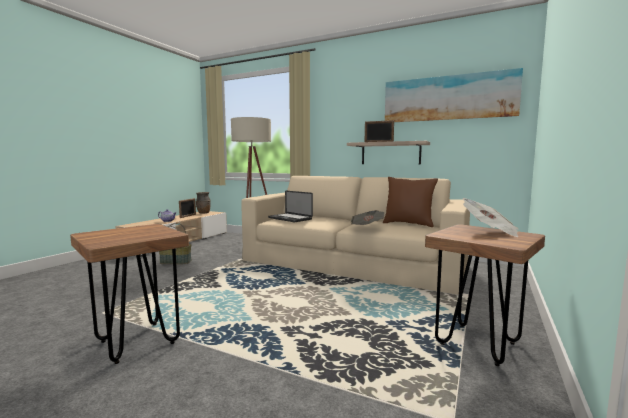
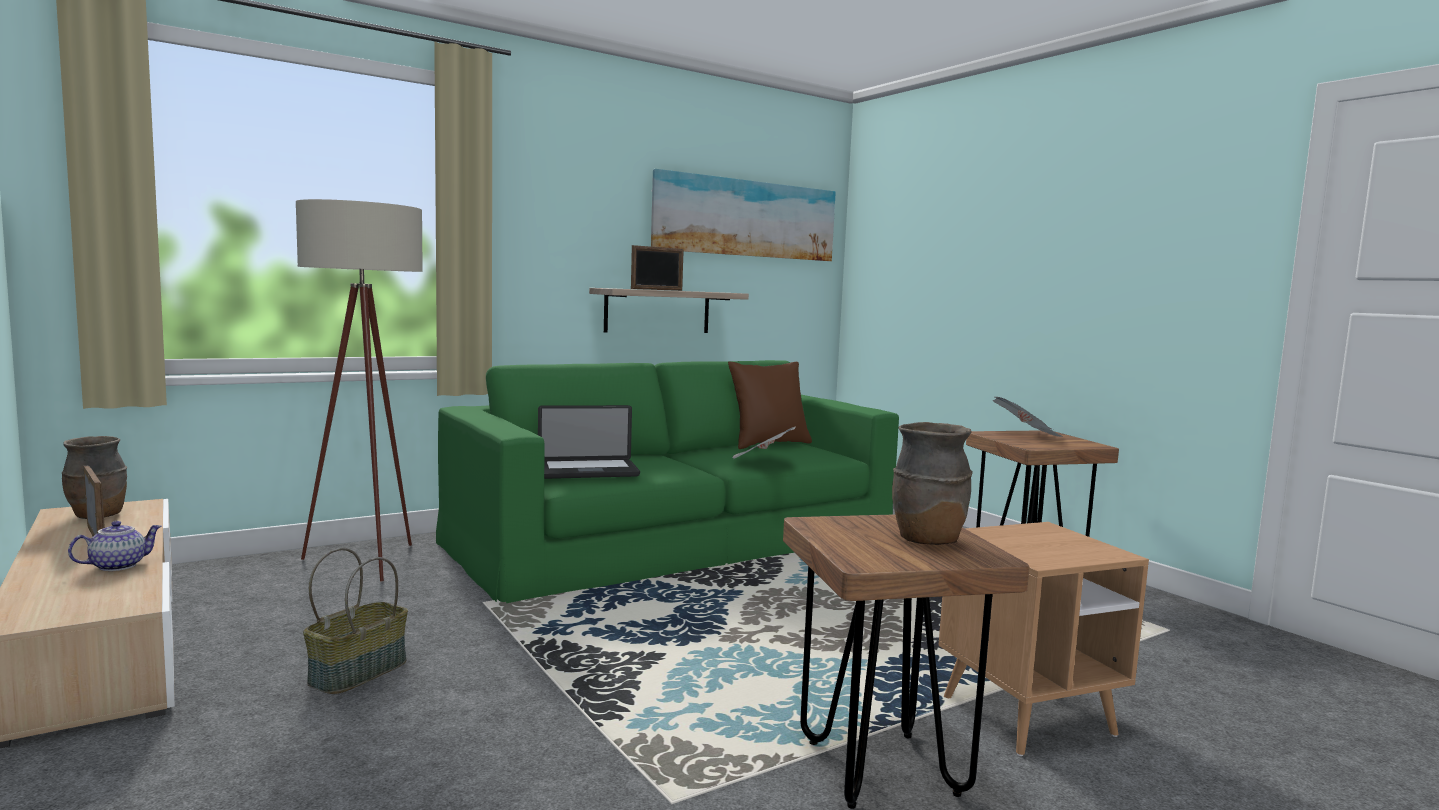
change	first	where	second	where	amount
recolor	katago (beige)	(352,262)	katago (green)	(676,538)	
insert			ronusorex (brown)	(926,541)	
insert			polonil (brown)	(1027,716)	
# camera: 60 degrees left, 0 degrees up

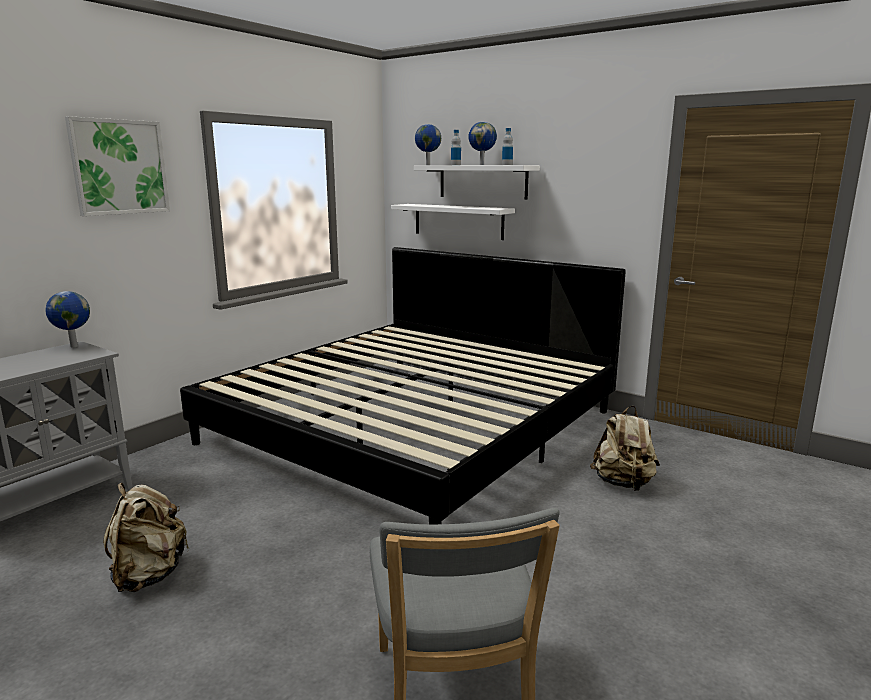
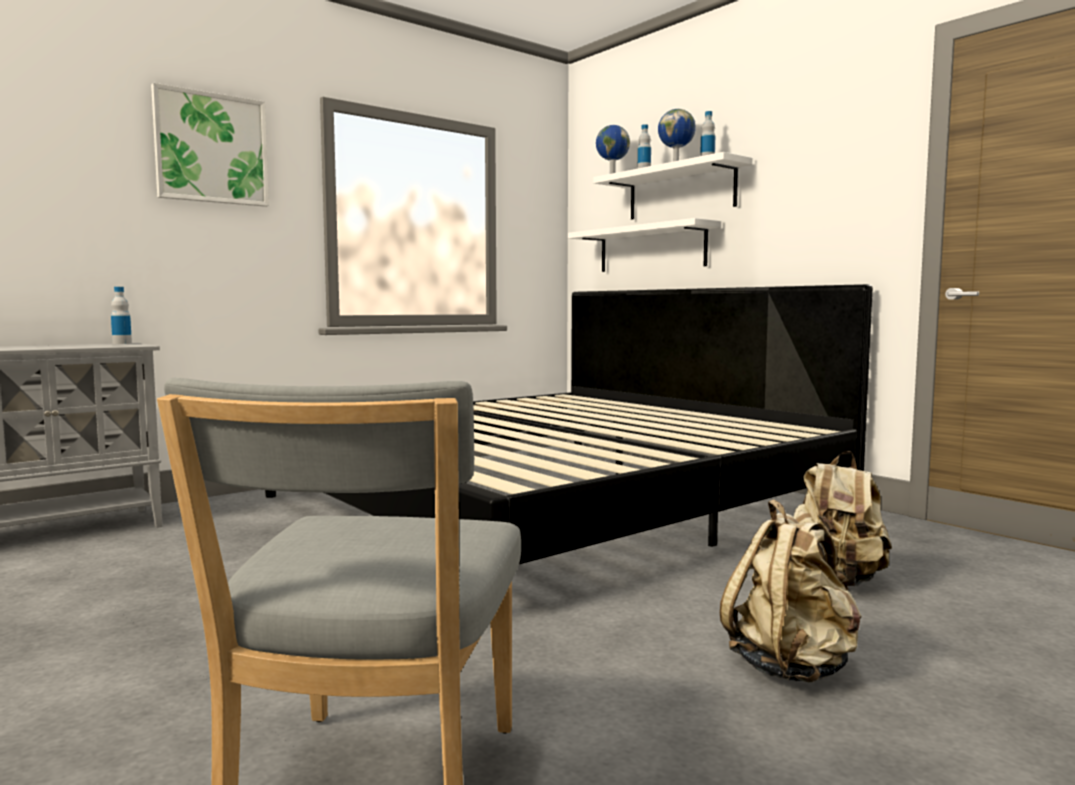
change	first	where	second	where	amount
replace	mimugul	(73,346)	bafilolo	(122,343)	
move	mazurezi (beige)	(149,575)		(791,667)	
# camera: 15 degrees right, 10 degrees down

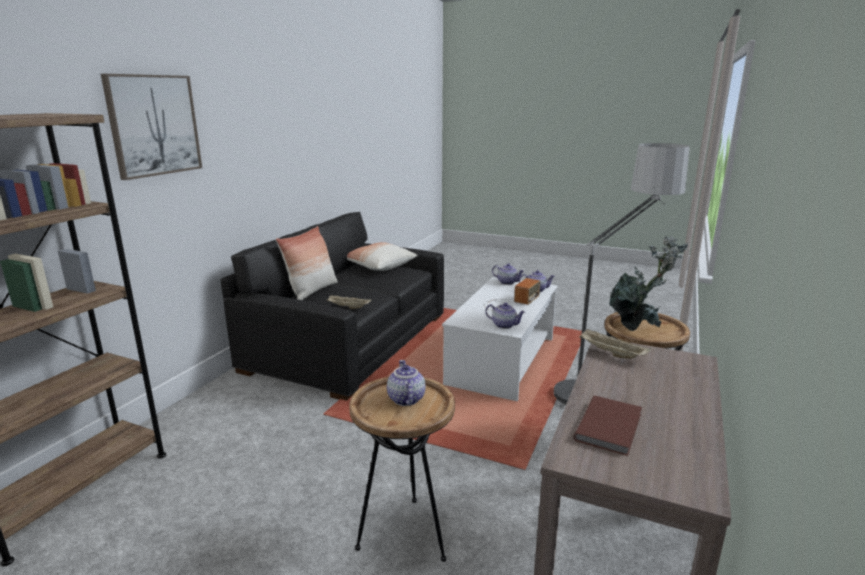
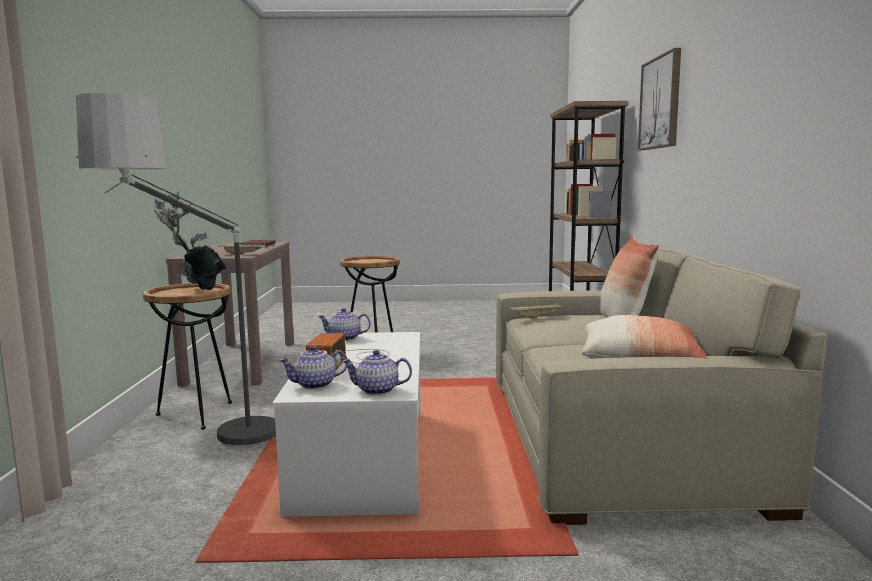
change	first	where	second	where	amount
recolor	katago (black)	(349,341)	katago (beige)	(617,439)	
delete	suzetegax	(405,399)			
# camera: 155 degrees right, 10 degrees down

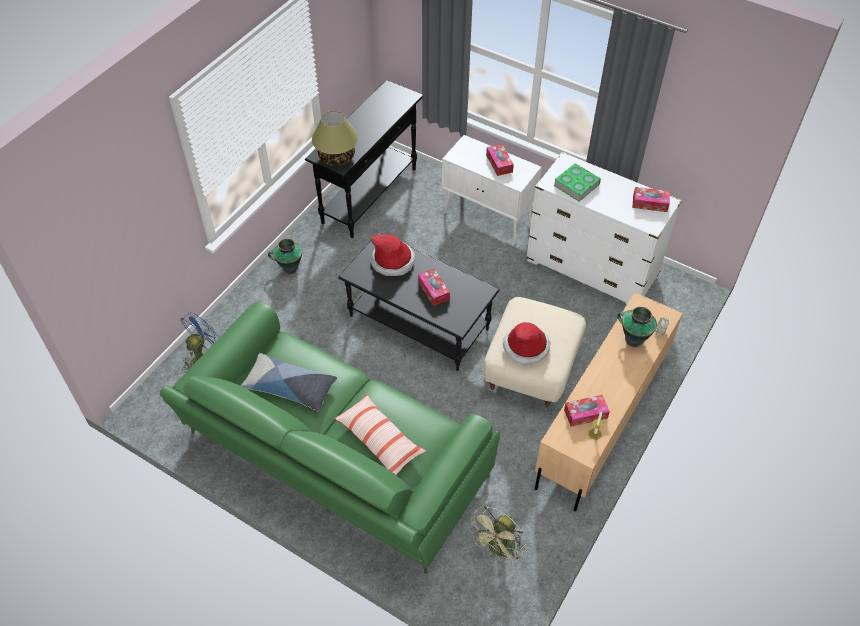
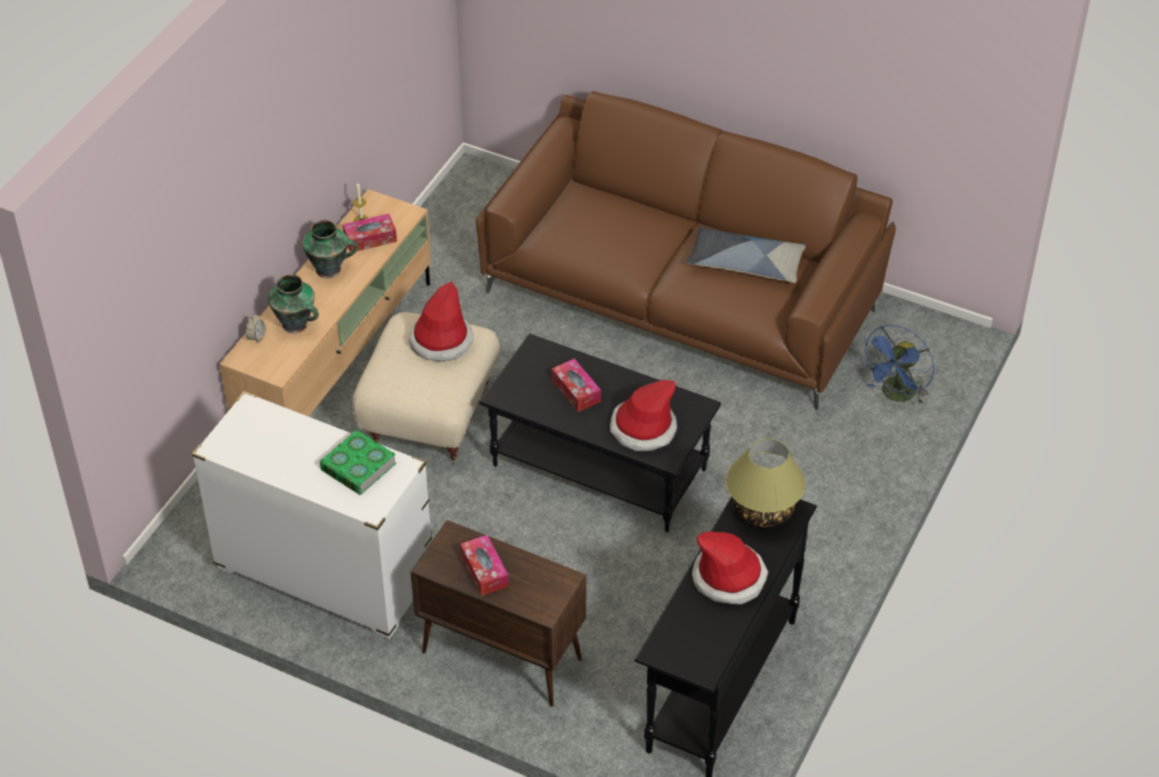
change	first	where	second	where	amount
recolor	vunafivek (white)	(488,218)	vunafivek (brown)	(500,655)	
delete	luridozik	(650,203)			
move	ronusorex	(289,268)		(330,270)	
recolor	katago (green)	(333,458)	katago (brown)	(684,297)	
delete	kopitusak	(379,440)			
delete	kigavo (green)	(498,550)			
insert			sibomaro	(729,577)	
# camera: 175 degrees right, 5 degrees down

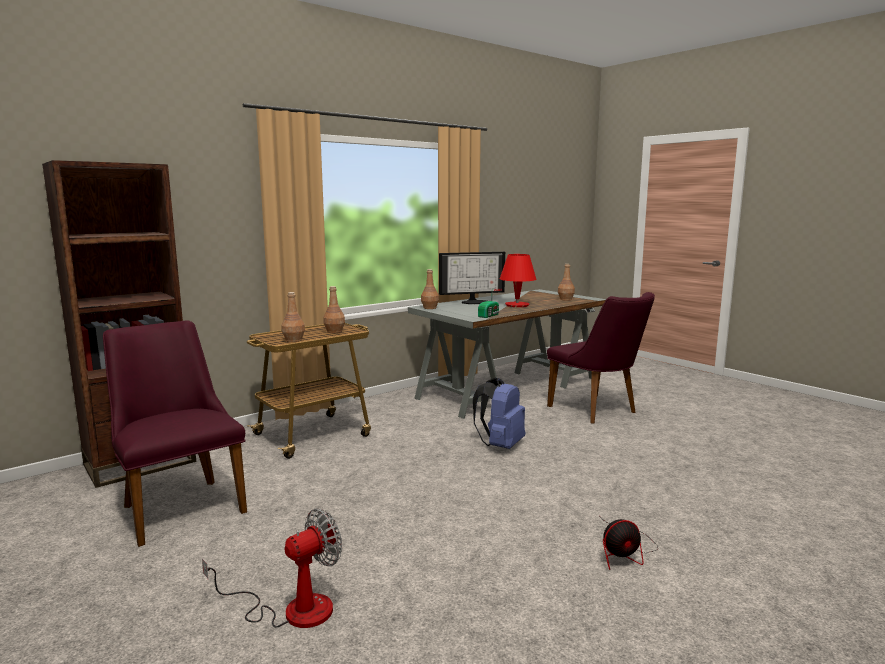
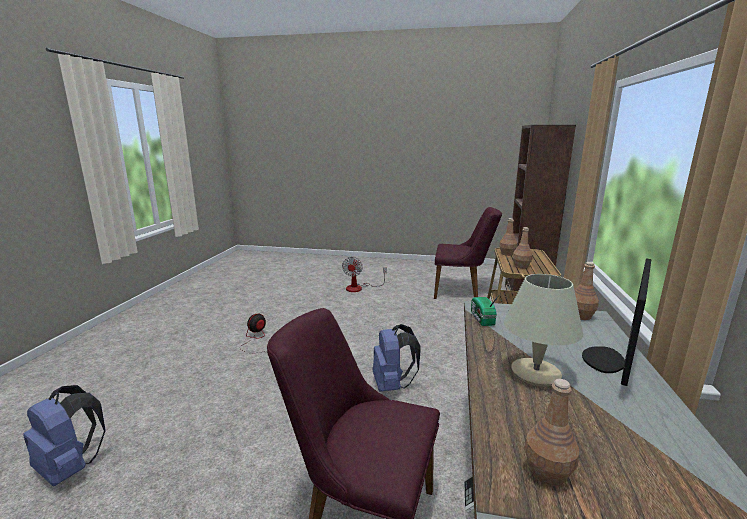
change	first	where	second	where	amount
recolor	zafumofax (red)	(517,305)	zafumofax (beige)	(535,373)	
insert			mazurezi (blue)	(71,468)	
# camera: 140 degrees right, 5 degrees up

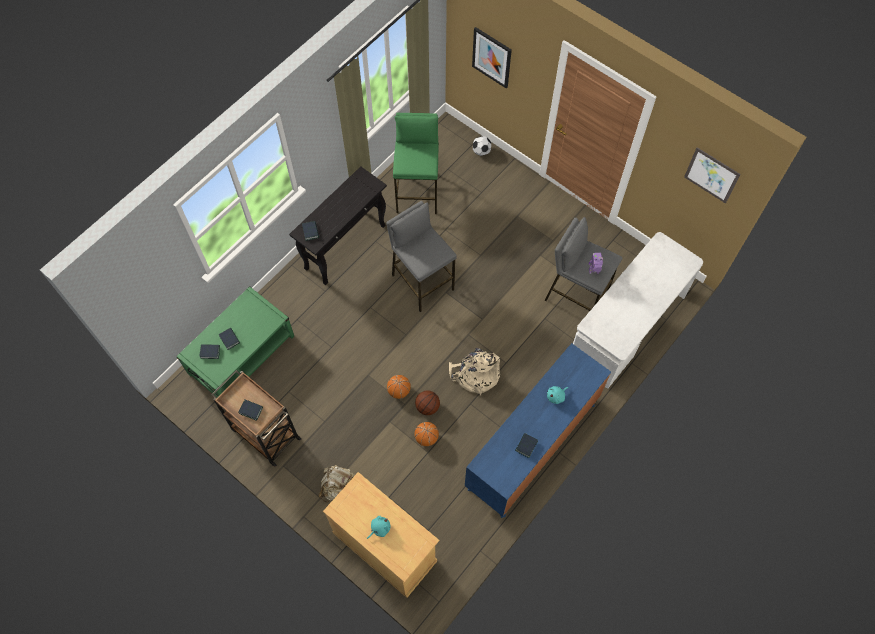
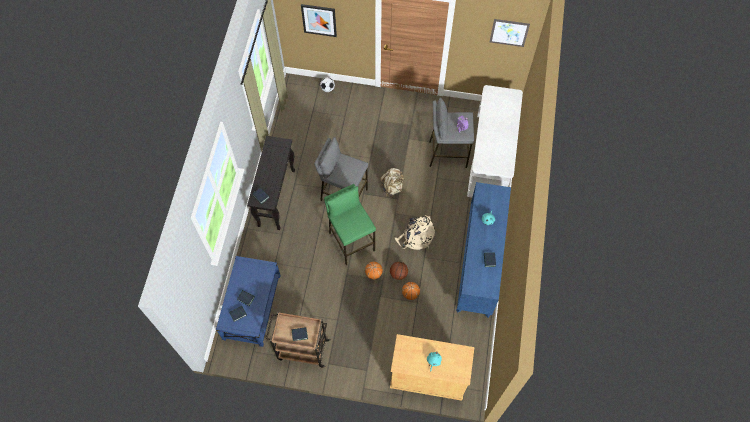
change	first	where	second	where	amount
move	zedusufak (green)	(418,193)		(351,241)	
recolor	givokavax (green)	(241,355)	givokavax (blue)	(252,307)	
move	mazurezi (beige)	(338,487)		(392,187)	
# camera: 30 degrees left, 0 degrees up

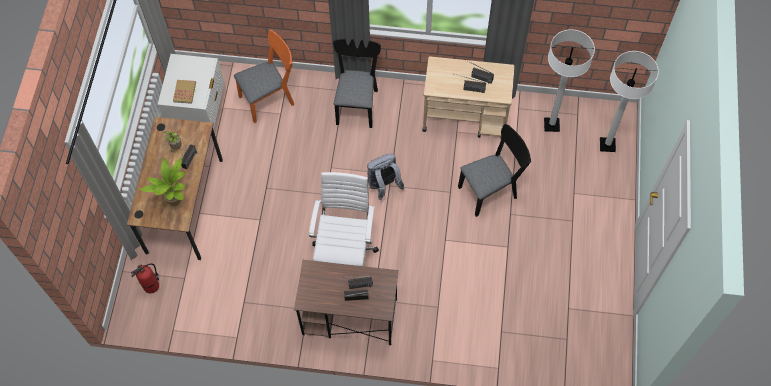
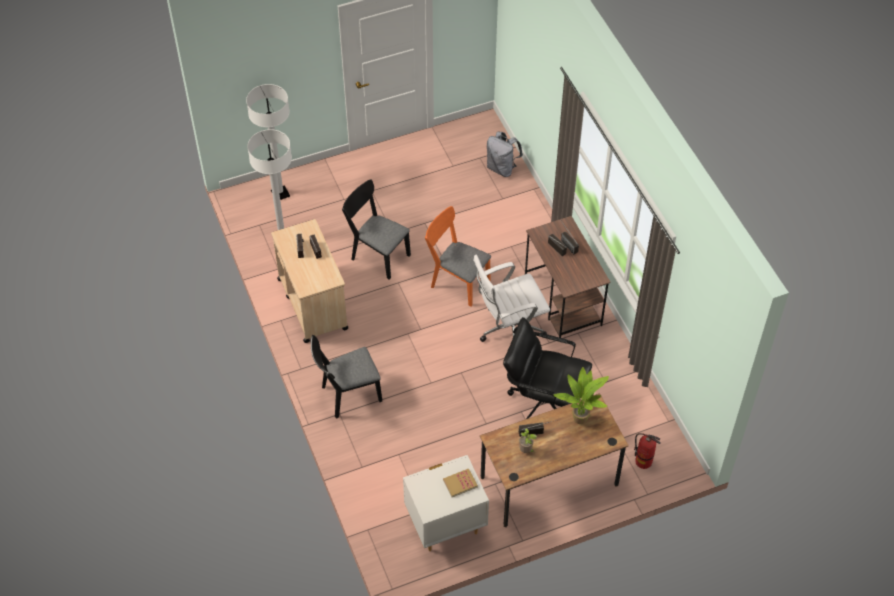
change	first	where	second	where	amount
move	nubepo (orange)	(270,98)		(456,281)	
move	mazurezi (grey)	(384,186)		(502,168)	
insert			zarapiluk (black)	(543,403)	
# camera: 120 degrees left, 10 degrees down

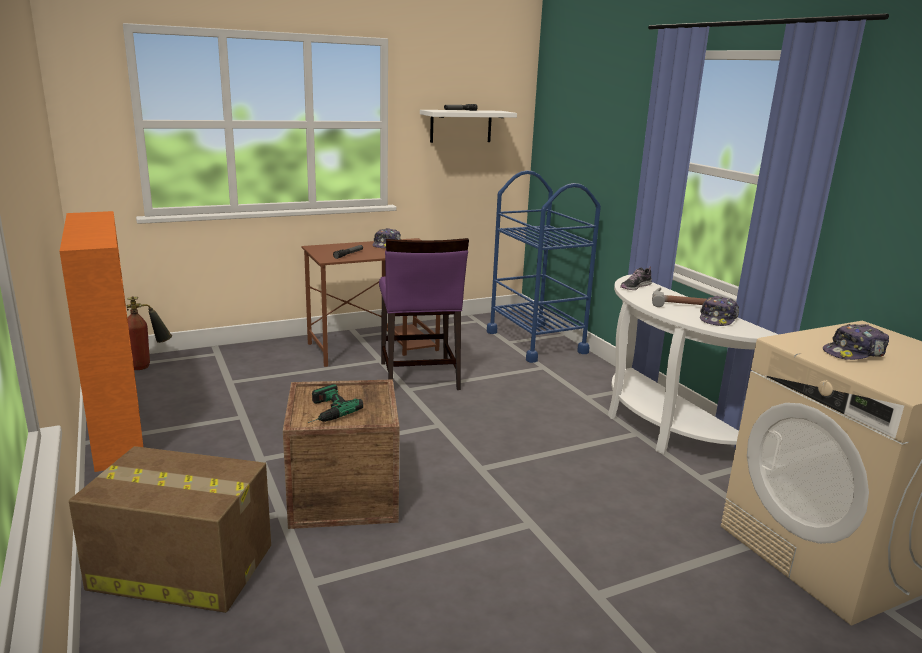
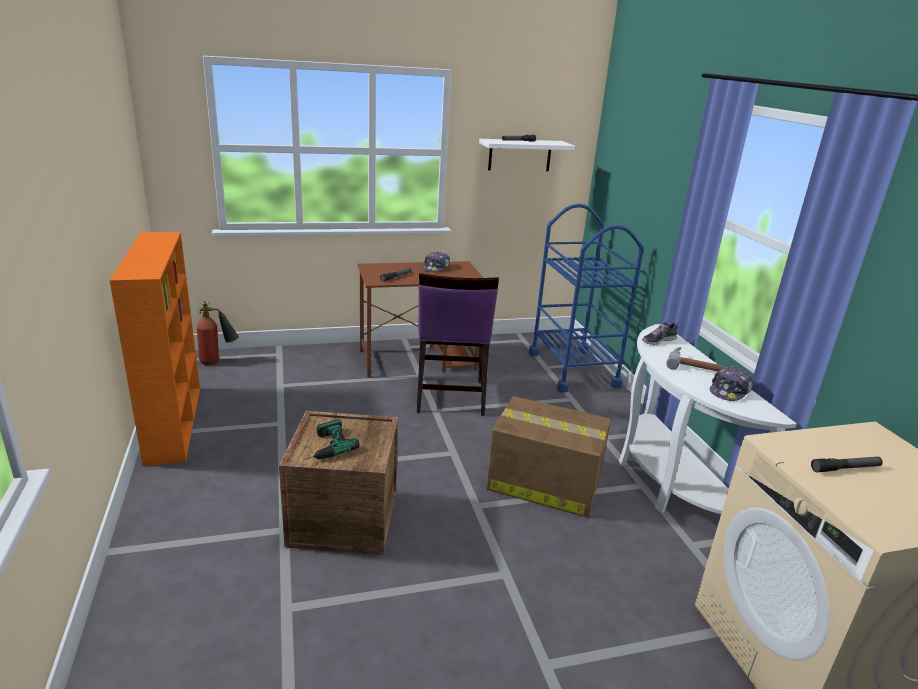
change	first	where	second	where	amount
replace	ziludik	(854,353)	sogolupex	(845,468)	
move	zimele	(180,567)		(542,482)	
# camera: 10 degrees right, 5 degrees up

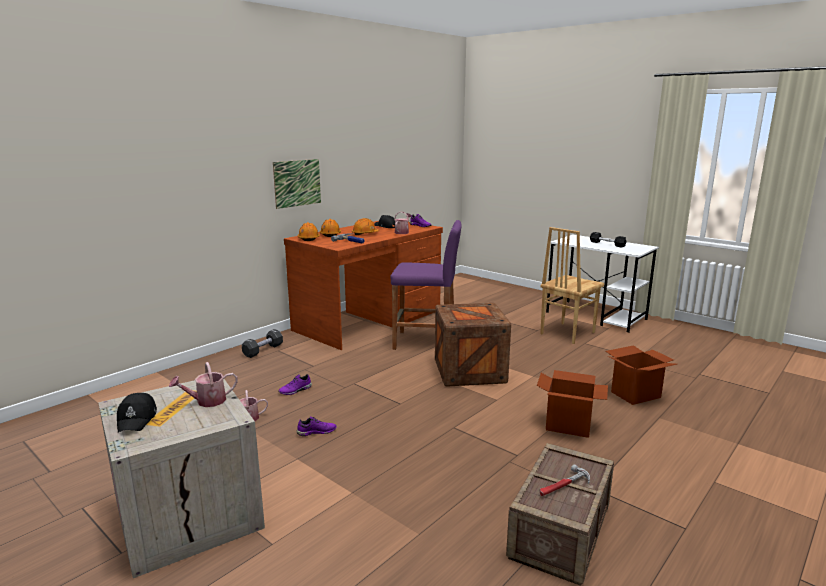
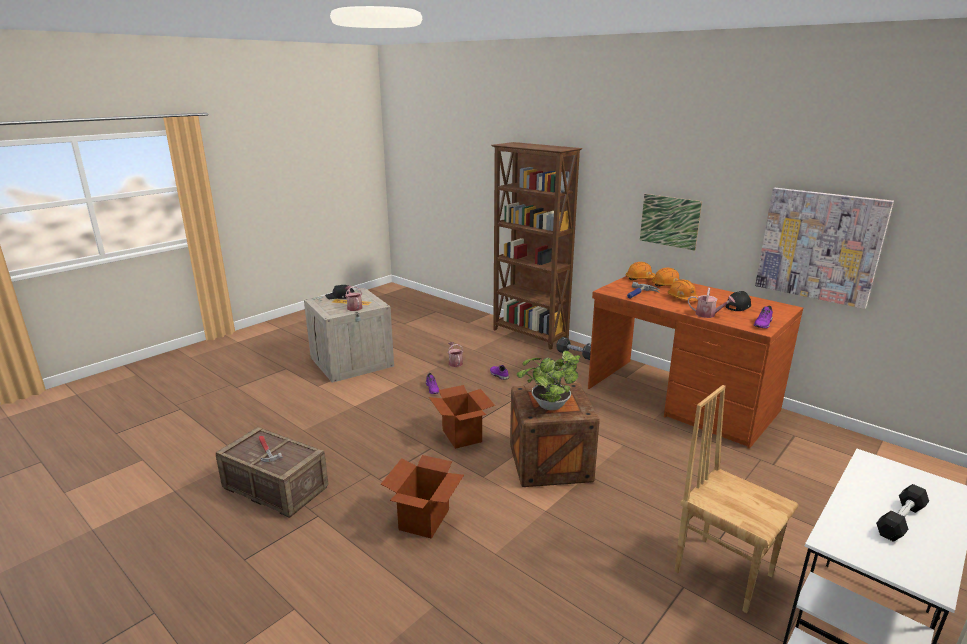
change	first	where	second	where	amount
delete	zedusufak (purple)	(426,342)			
move	zimele	(635,394)		(462,436)	
insert			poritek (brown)	(530,335)	
insert			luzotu	(819,246)	
insert			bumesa	(548,406)	
# camera: 90 degrees right, 5 degrees up

